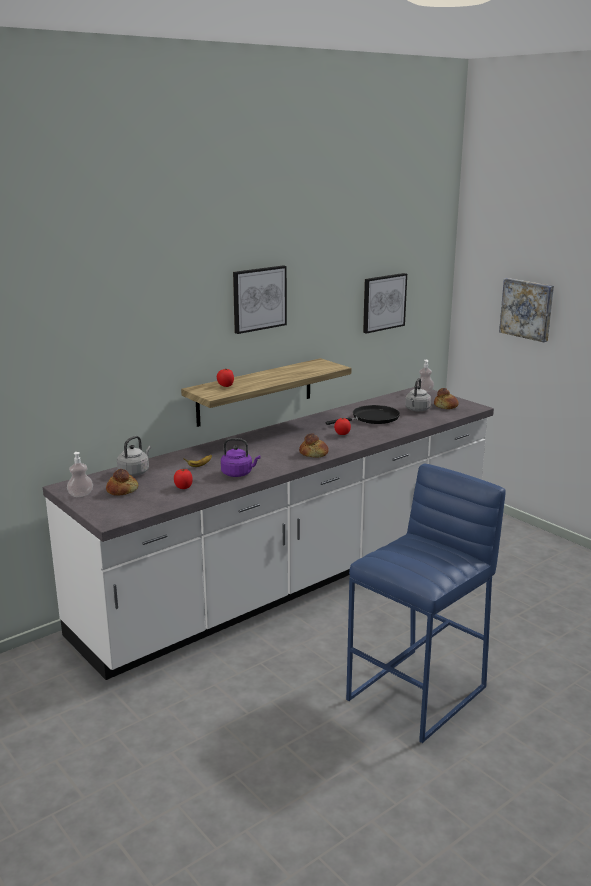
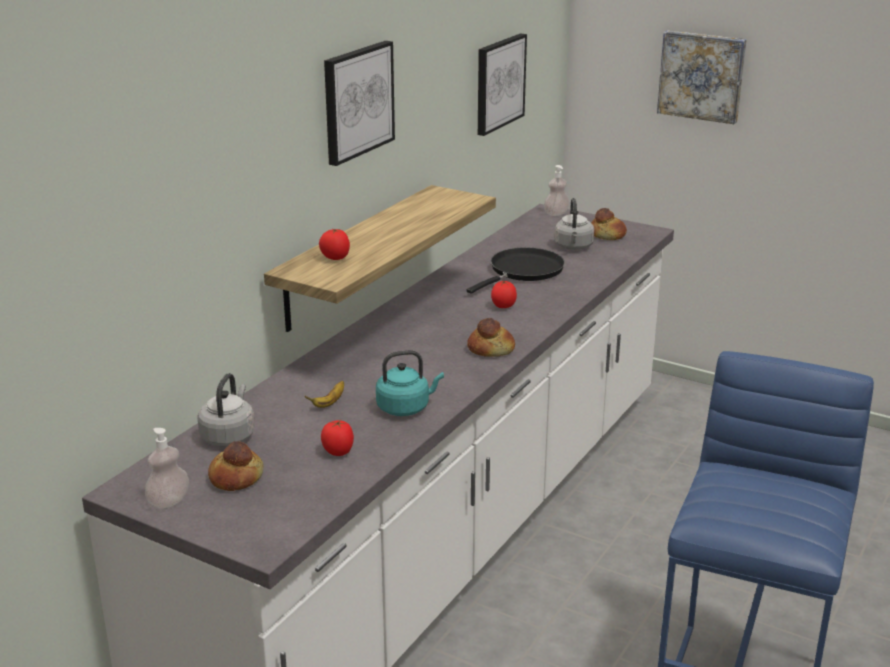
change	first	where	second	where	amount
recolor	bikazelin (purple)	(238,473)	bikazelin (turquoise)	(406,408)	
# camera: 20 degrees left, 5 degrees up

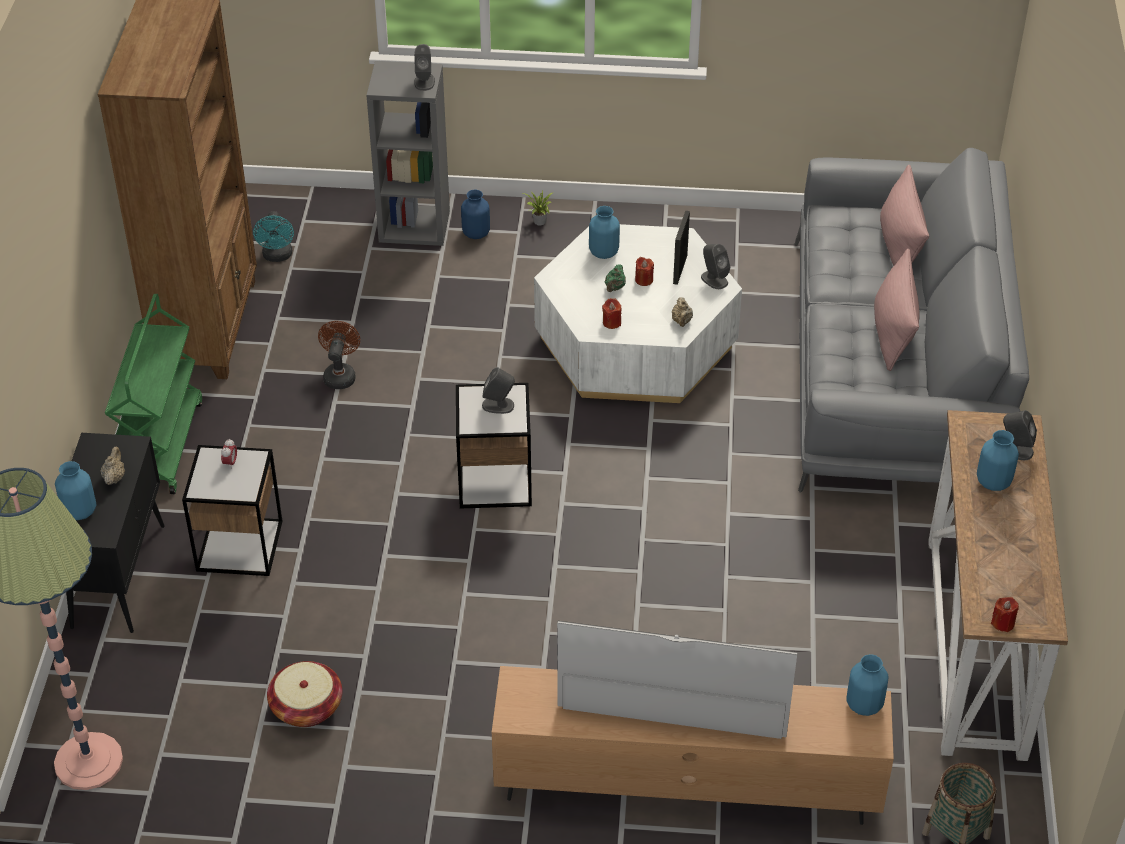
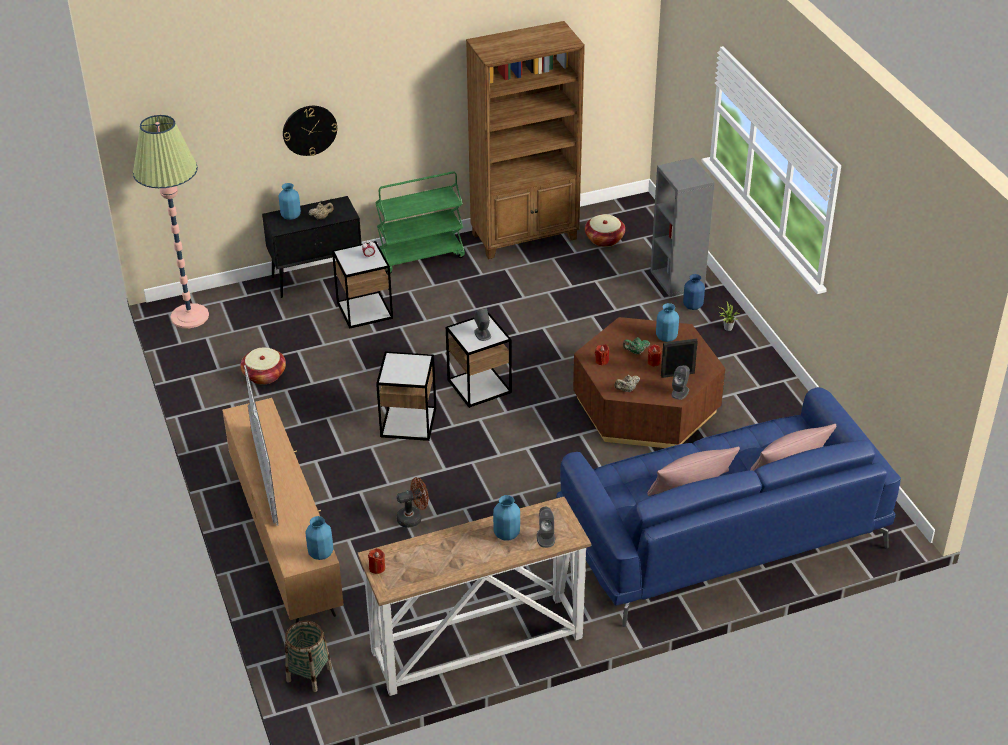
change	first	where	second	where	amount
delete	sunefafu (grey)	(424,81)			
recolor	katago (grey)	(893,368)	katago (blue)	(720,534)	
replace	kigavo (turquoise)	(277,256)	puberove	(604,239)	
recolor	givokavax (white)	(635,343)	givokavax (brown)	(646,405)	
move	kigavo (brown)	(340,374)		(413,518)	
insert			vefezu	(309,130)	
insert			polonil	(408,422)	
# camera: 65 degrees right, 5 degrees down

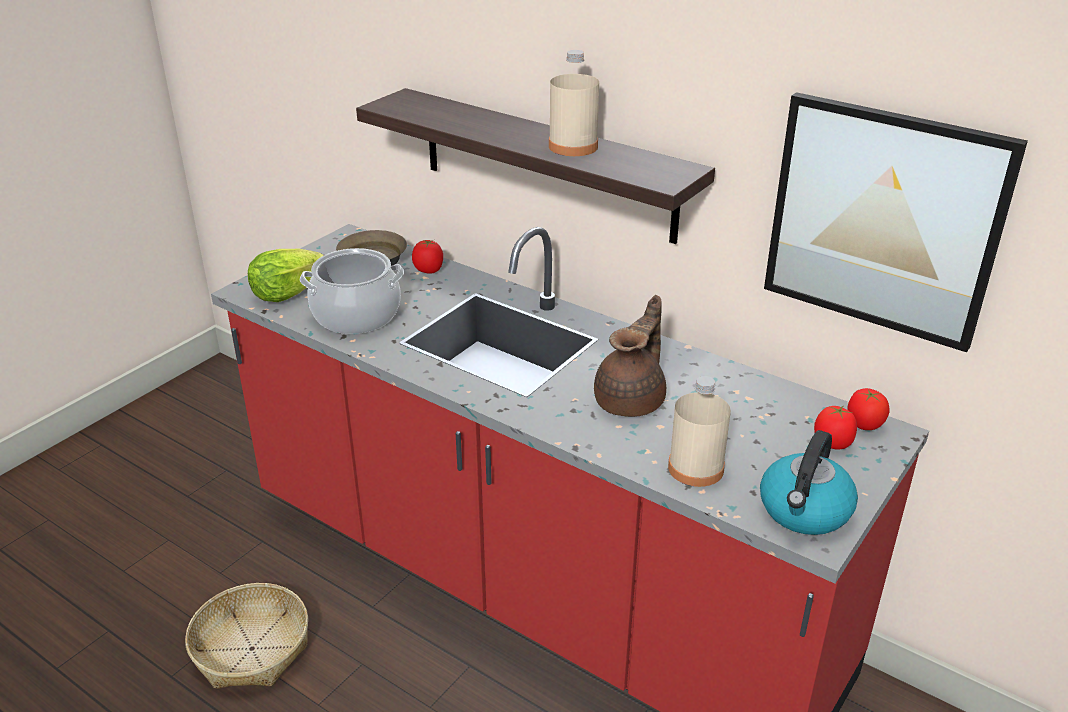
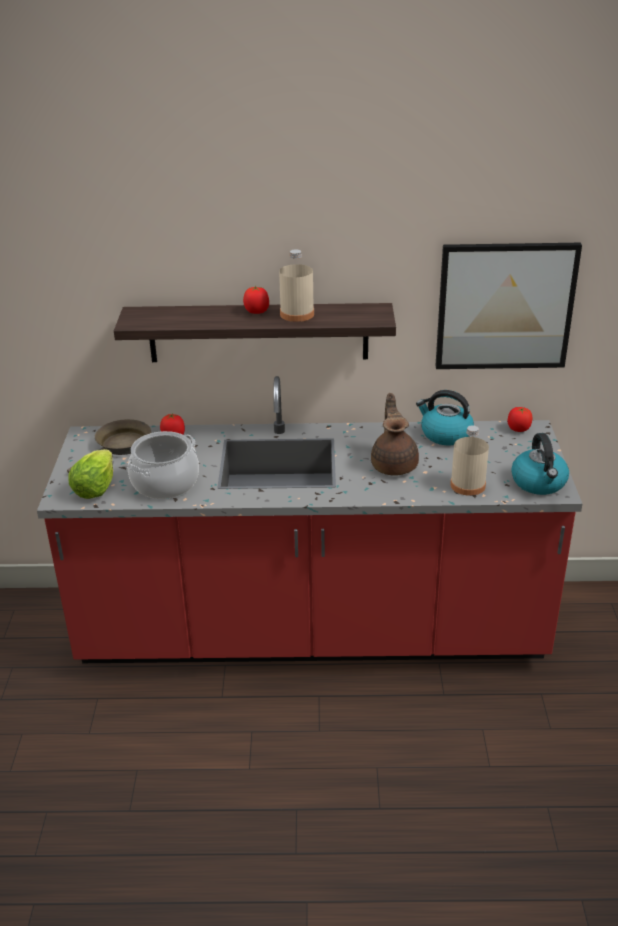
change	first	where	second	where	amount
move	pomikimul	(832,443)		(257,312)	
delete	puberove	(252,648)			
insert			bikazelin	(445,434)	
# camera: 35 degrees left, 0 degrees up

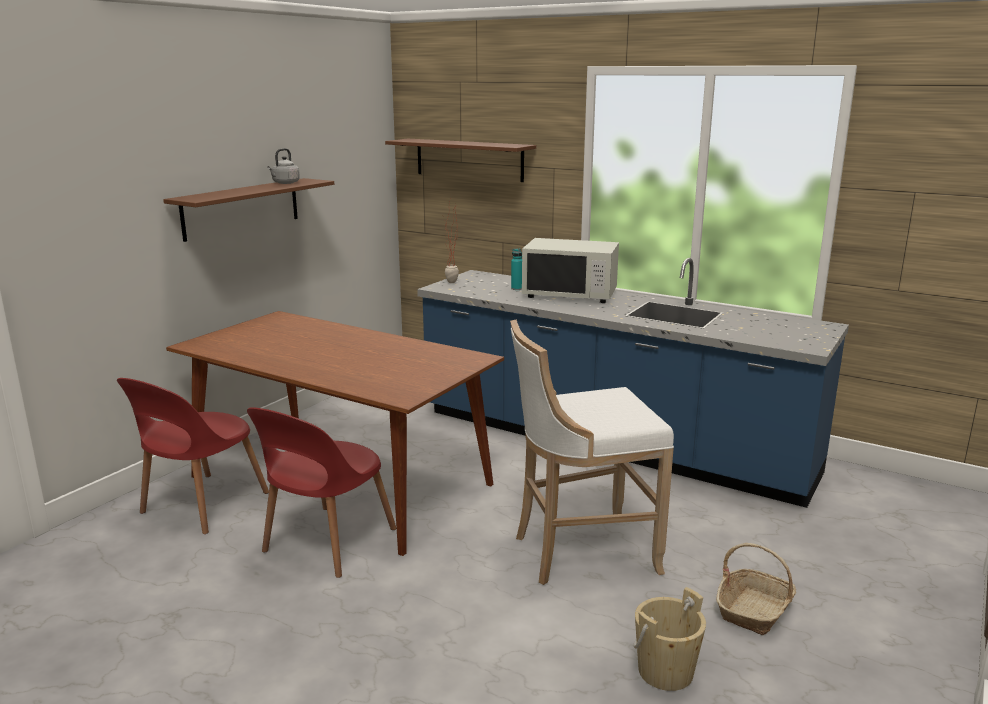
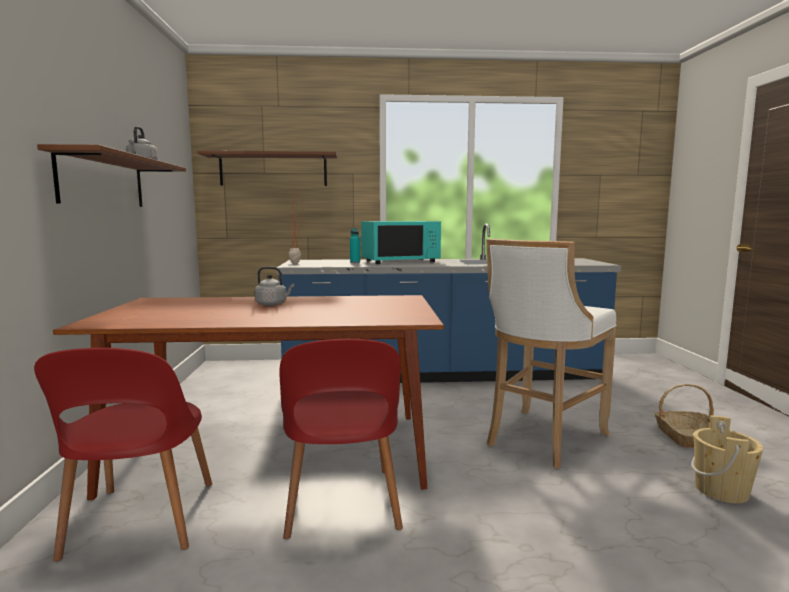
change	first	where	second	where	amount
recolor	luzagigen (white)	(570,294)	luzagigen (turquoise)	(400,261)	
insert			bikazelin (grey)	(273,304)	
# camera: 35 degrees left, 10 degrees down

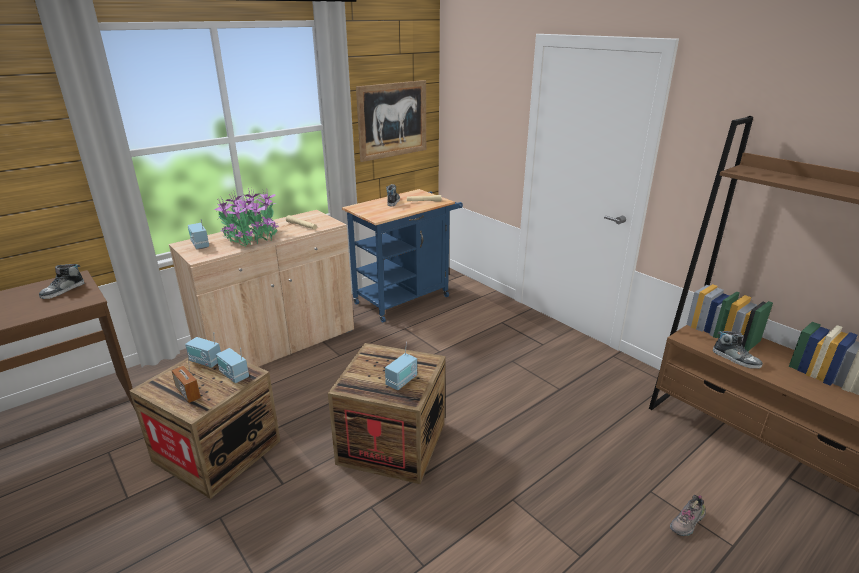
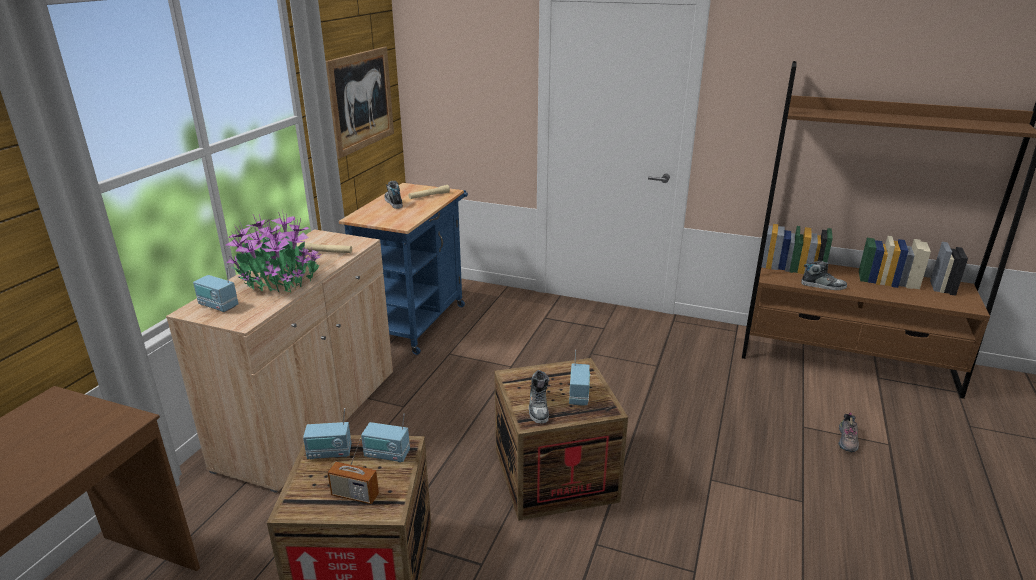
change	first	where	second	where	amount
move	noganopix	(63,290)		(538,407)	
# camera: 30 degrees left, 0 degrees up

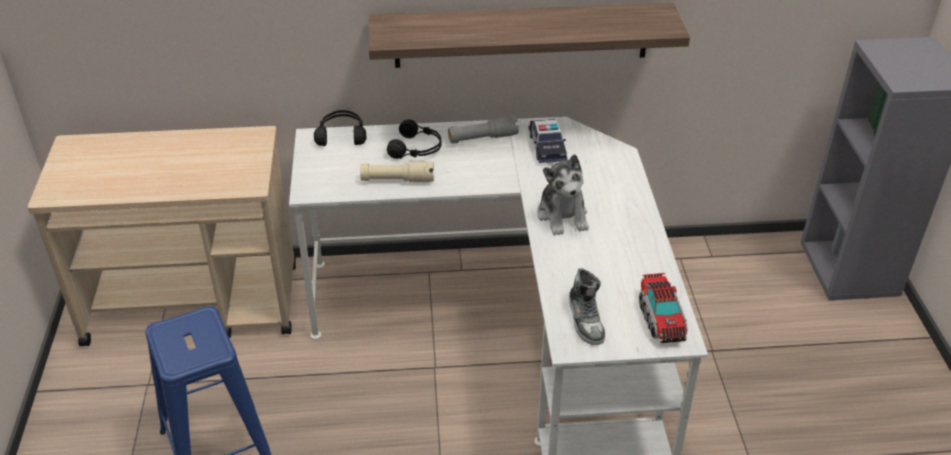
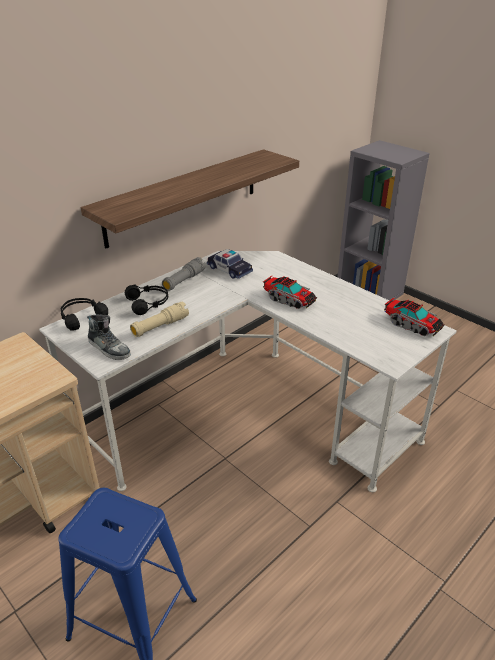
change	first	where	second	where	amount
replace	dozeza	(563,215)	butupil	(288,300)	
move	noganopix	(586,319)		(109,348)	
# camera: 40 degrees left, 5 degrees down

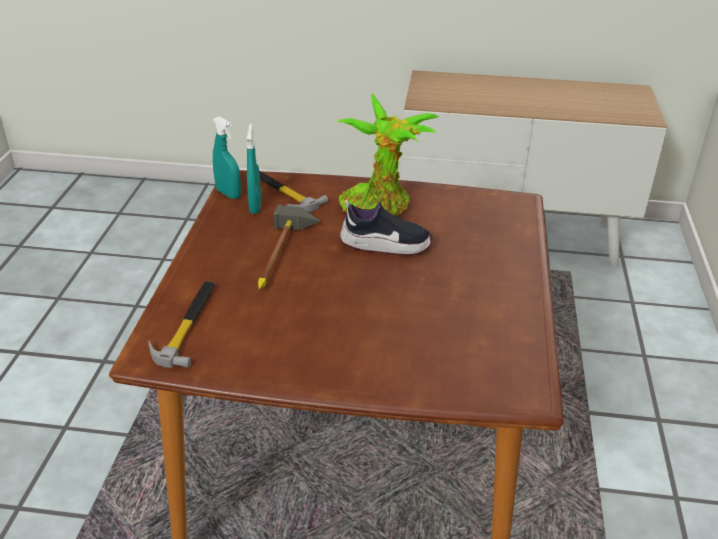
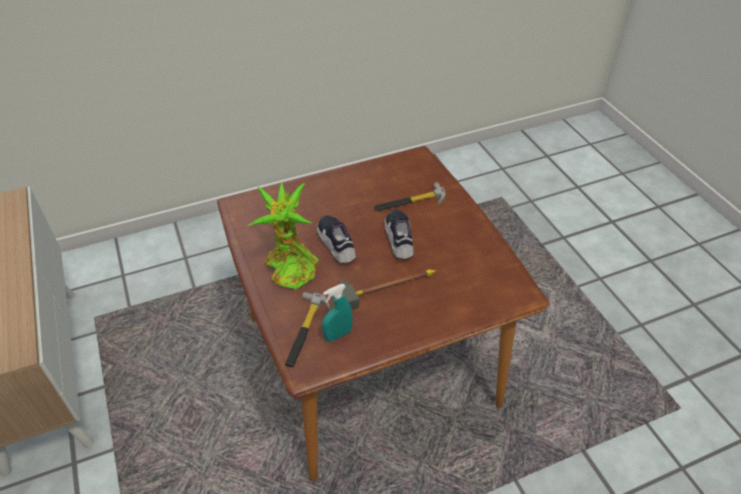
change	first	where	second	where	amount
delete	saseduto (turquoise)	(228,194)			
move	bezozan	(188,324)		(410,202)	
insert			noganopix	(399,239)	
# camera: 120 degrees left, 10 degrees up

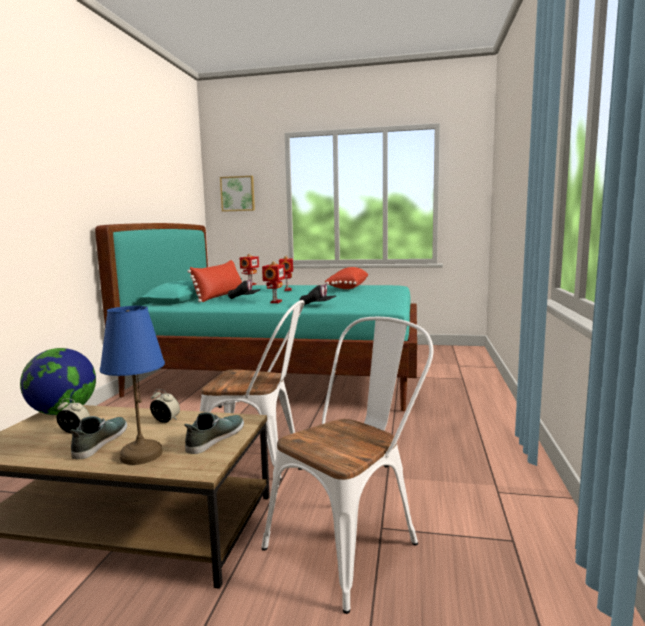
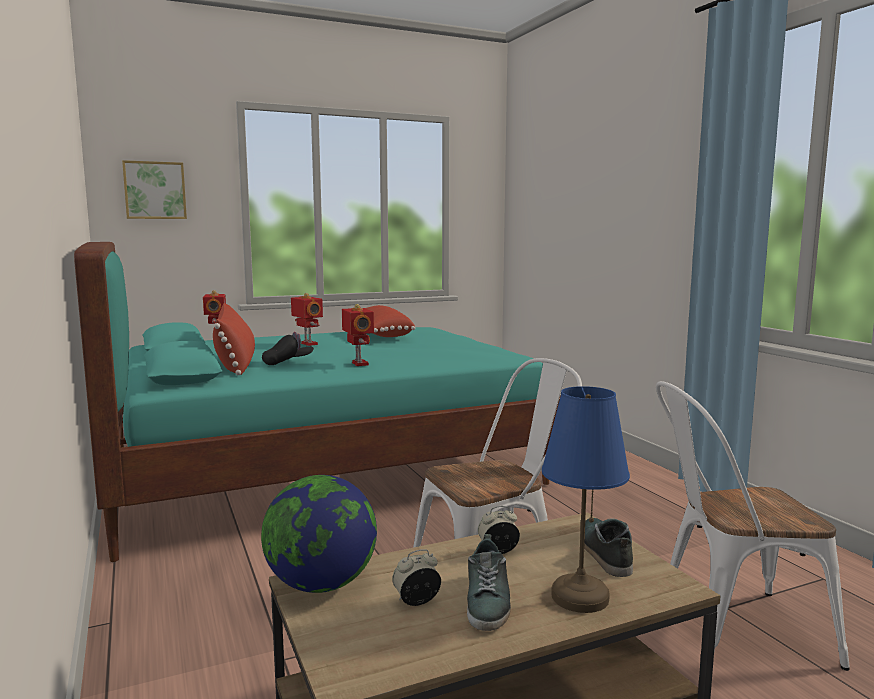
change	first	where	second	where	amount
delete	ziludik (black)	(317,305)			
rotate	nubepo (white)	(352,542)		(729,630)	105 degrees counterclockwise
rotate	noganopix	(100,441)		(488,601)	150 degrees counterclockwise
# camera: 35 degrees left, 0 degrees up

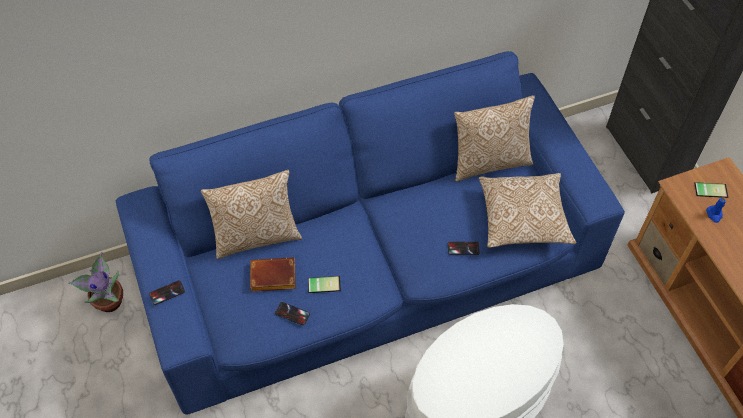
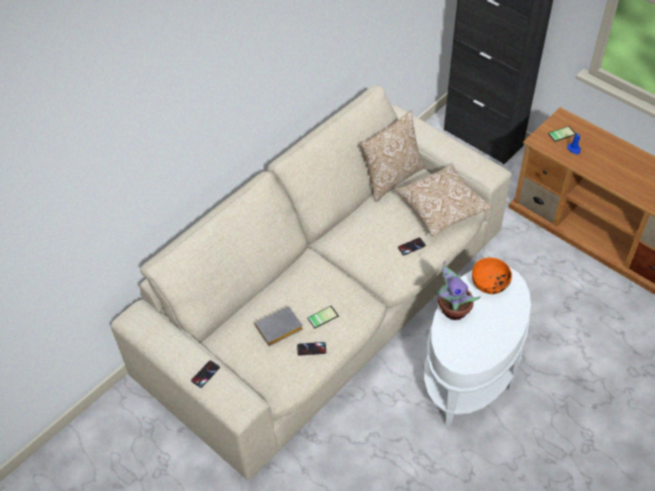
change	first	where	second	where	amount
recolor	katago (blue)	(370,267)	katago (beige)	(328,303)	
delete	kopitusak	(256,236)			
move	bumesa	(108,301)		(452,310)	
recolor	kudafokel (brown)	(272,278)	kudafokel (grey)	(278,330)	
insert			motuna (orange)	(490,284)	
# camera: 25 degrees left, 5 degrees down

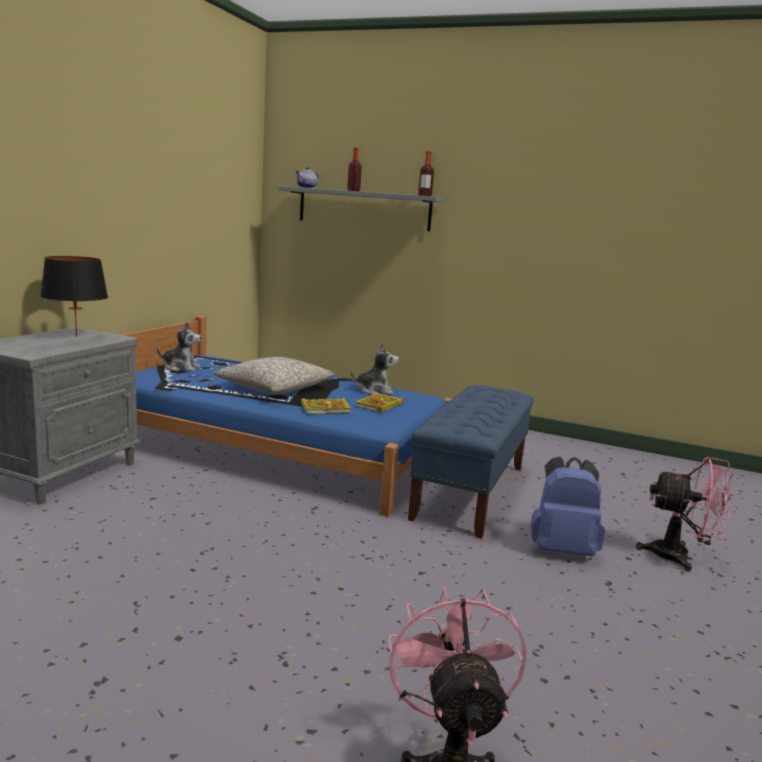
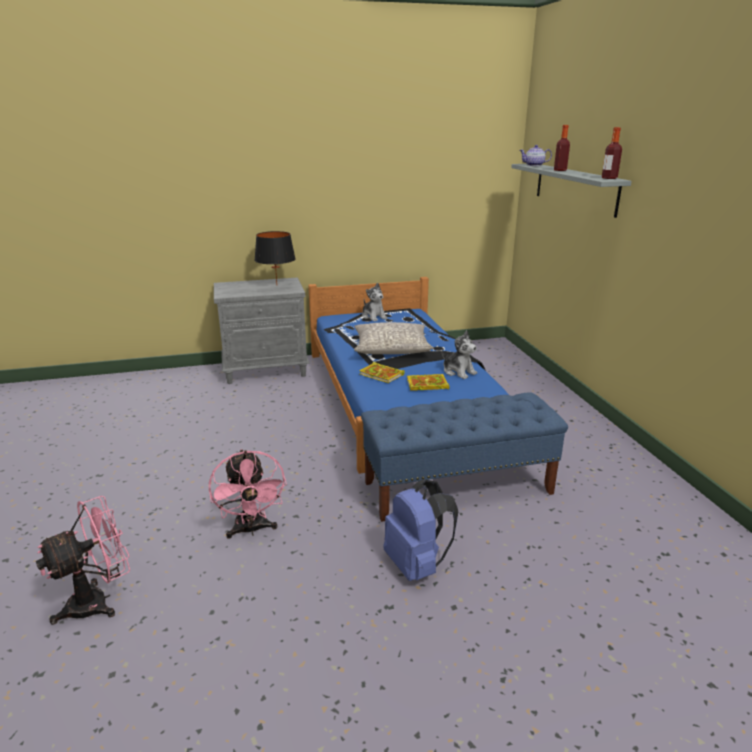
change	first	where	second	where	amount
move	kigavo (pink)	(680,557)		(251,530)	
# camera: 55 degrees right, 10 degrees up

